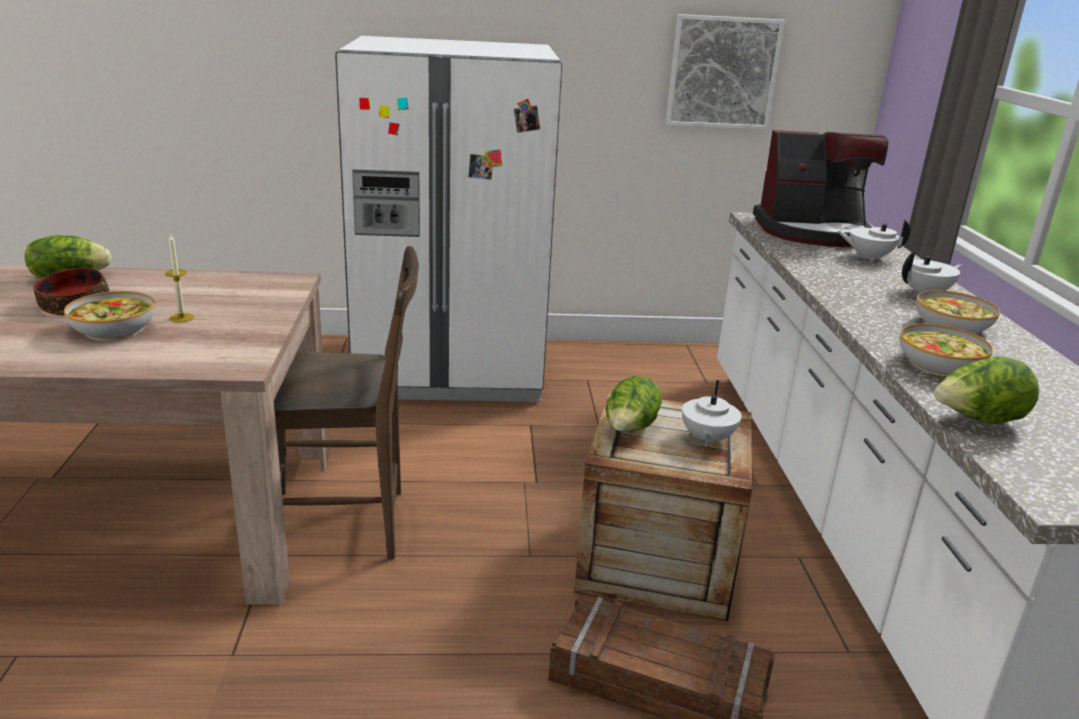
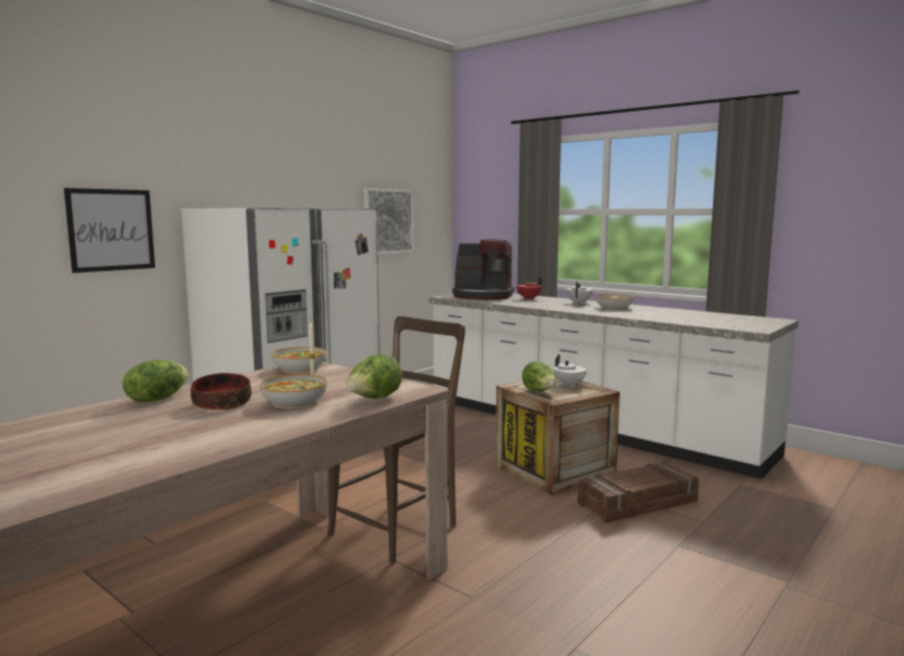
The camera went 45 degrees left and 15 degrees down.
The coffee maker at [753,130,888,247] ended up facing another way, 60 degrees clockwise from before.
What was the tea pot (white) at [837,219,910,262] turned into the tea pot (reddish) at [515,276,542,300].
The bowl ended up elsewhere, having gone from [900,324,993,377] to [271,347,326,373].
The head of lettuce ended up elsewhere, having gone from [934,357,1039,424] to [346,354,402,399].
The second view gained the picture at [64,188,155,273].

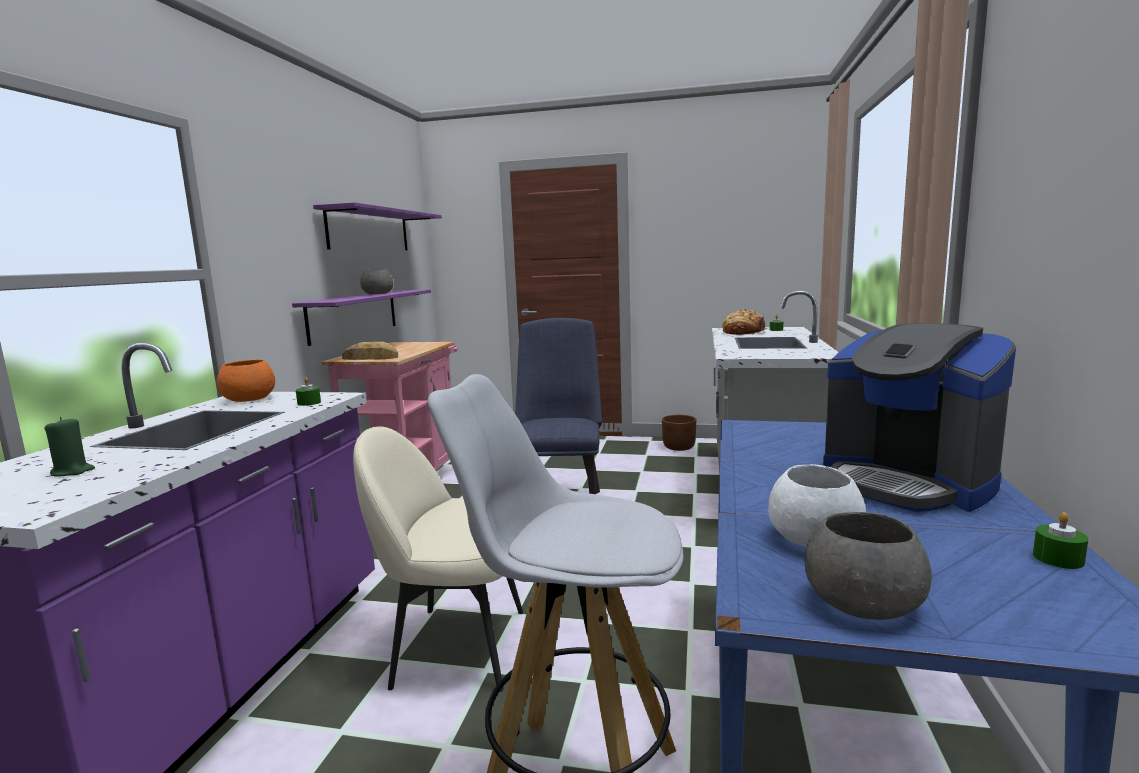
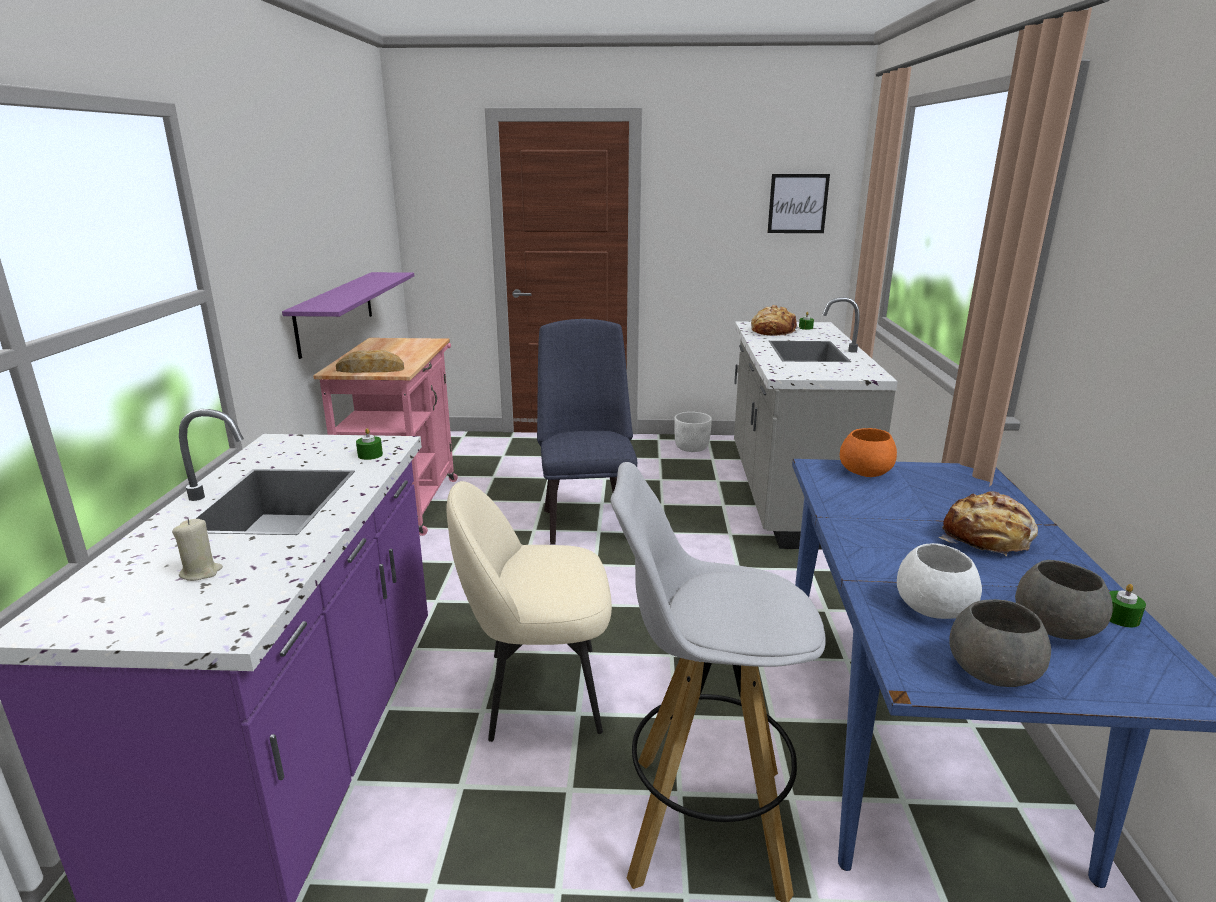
The camera went 10 degrees left and 10 degrees up.
What was the candle (green) at [45,417,95,477] turned into the candle (beige) at [172,519,223,581].
The bowl (orange) ended up elsewhere, having gone from [217,359,275,402] to [840,428,897,477].
The second view lost the wall shelf (purple) at [313,202,442,250].
The bowl (gray) ended up elsewhere, having gone from [360,270,394,294] to [1015,560,1113,640].
What was the plant pot (brown-coloured) at [662,415,696,451] turned into the plant pot (white) at [675,412,712,452].
Where the coffee maker stood at [823,323,1016,512], the bakery bread came to stand at [939,491,1038,556].
The second view gained the picture at [767,174,830,233].

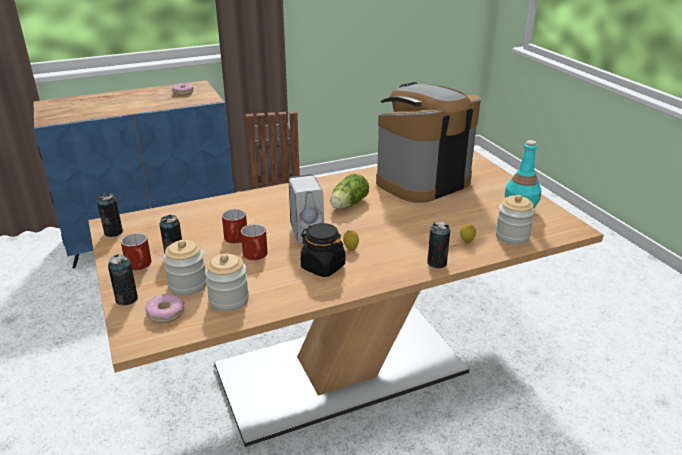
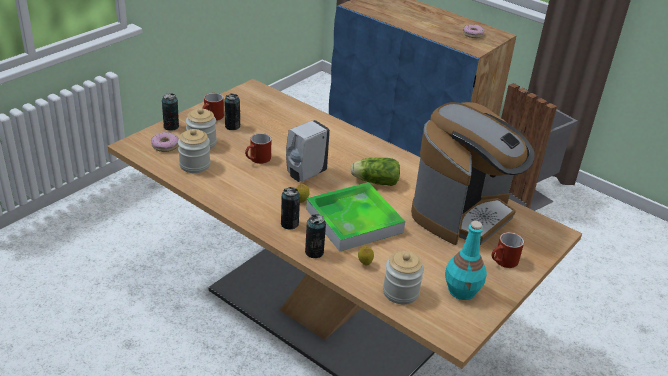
The camera went 60 degrees right and 5 degrees up.
The metal can ended up elsewhere, having gone from [97,193,123,237] to [281,187,300,230].
The coffee mug (reddish) ended up elsewhere, having gone from [222,209,247,243] to [492,232,524,268].
The second view lost the storage jar (black-coloured) at [300,223,345,277].
The coffee maker at [376,82,481,203] ended up facing another way, 105 degrees clockwise from before.
The second view gained the carrying tray at [306,182,405,252].

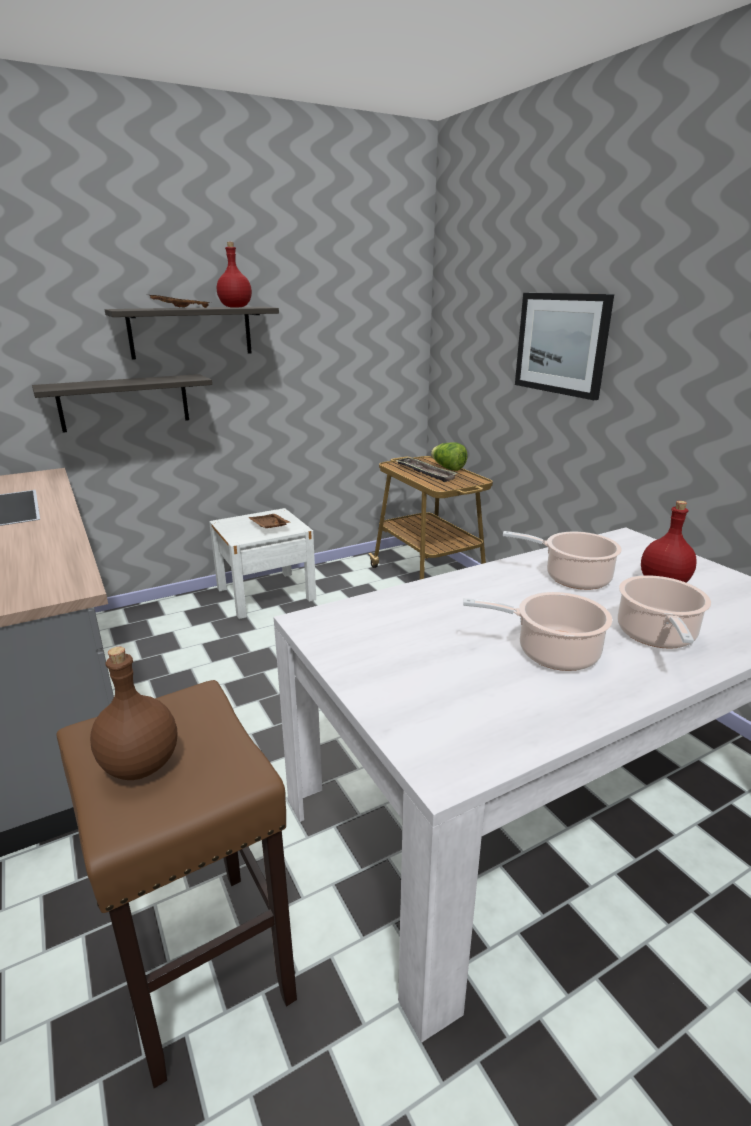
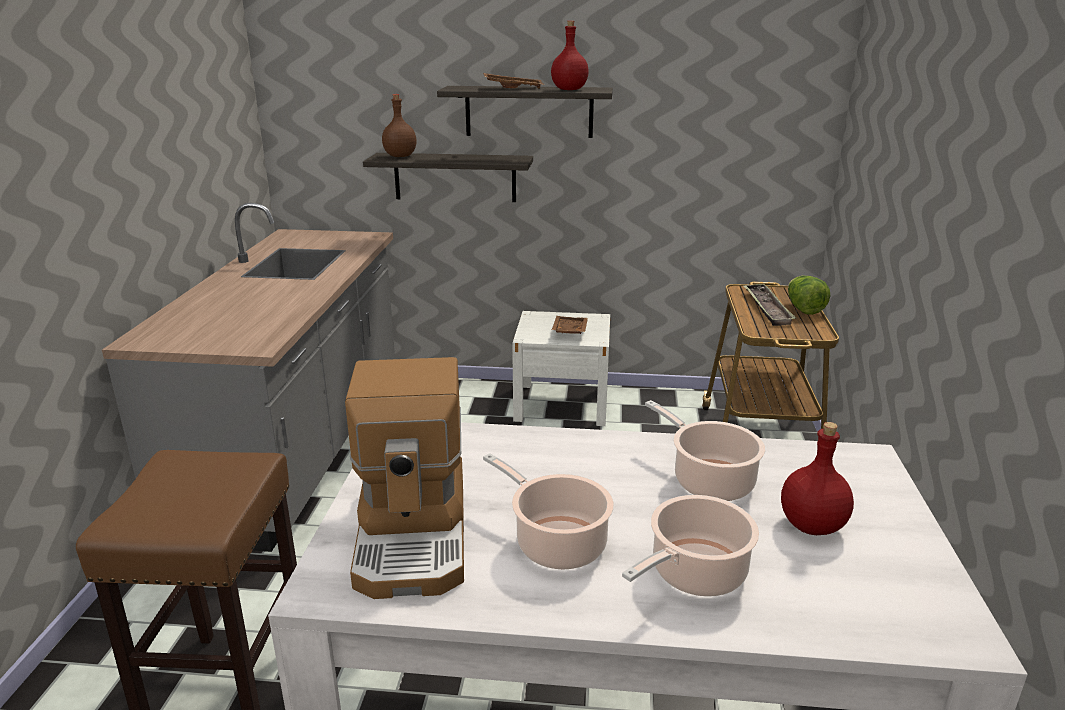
The camera went 35 degrees right and 0 degrees up.
The drink bottle (brown-coloured) ended up elsewhere, having gone from [90,647,177,780] to [382,94,417,157].
The second view lost the picture at [515,293,614,400].
The second view gained the coffee maker at [345,357,464,599].

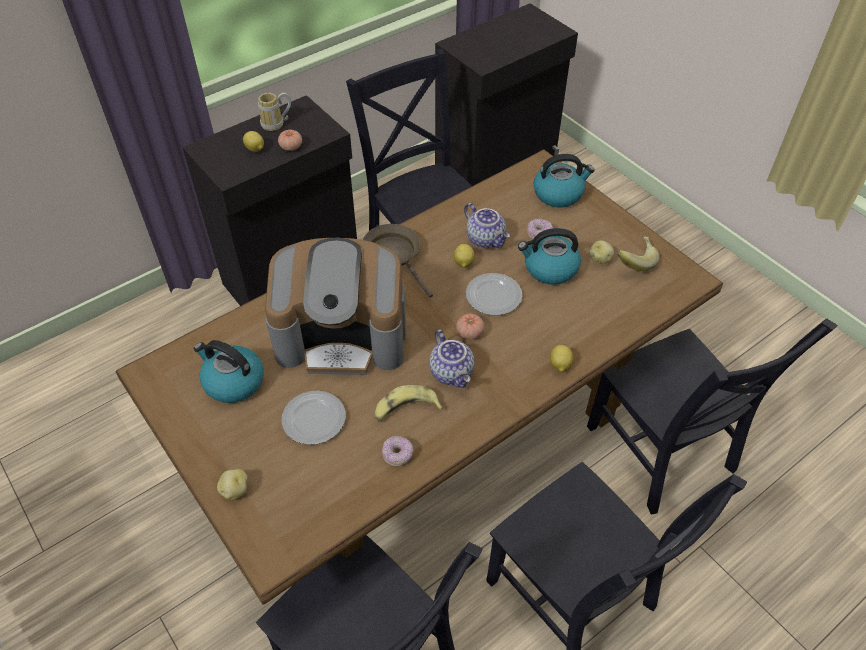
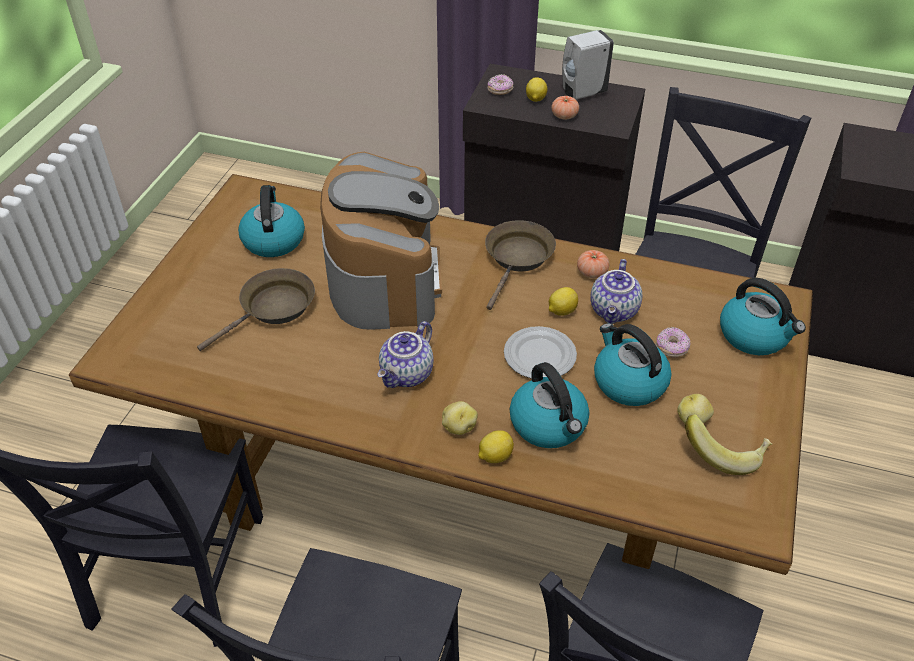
The camera went 55 degrees right and 5 degrees down.
The whole potato ended up elsewhere, having gone from [217,469,248,500] to [442,401,478,435].
Where the coffee mug stood at [258,93,291,131], the soap bottle (white) came to stand at [562,30,614,100].
The coffee maker at [265,237,406,375] ended up facing another way, 150 degrees counterclockwise from before.
Where the dinner plate stood at [282,391,346,445], the frying pan (brown-coloured) came to stand at [197,268,315,351].
The second view lost the banana fruit at [375,385,443,422].
The donut ended up elsewhere, having gone from [382,436,414,466] to [487,74,513,95].
The fresh tomato ended up elsewhere, having gone from [456,314,484,340] to [577,250,609,278].
The second view gained the kettle at [510,362,589,448].

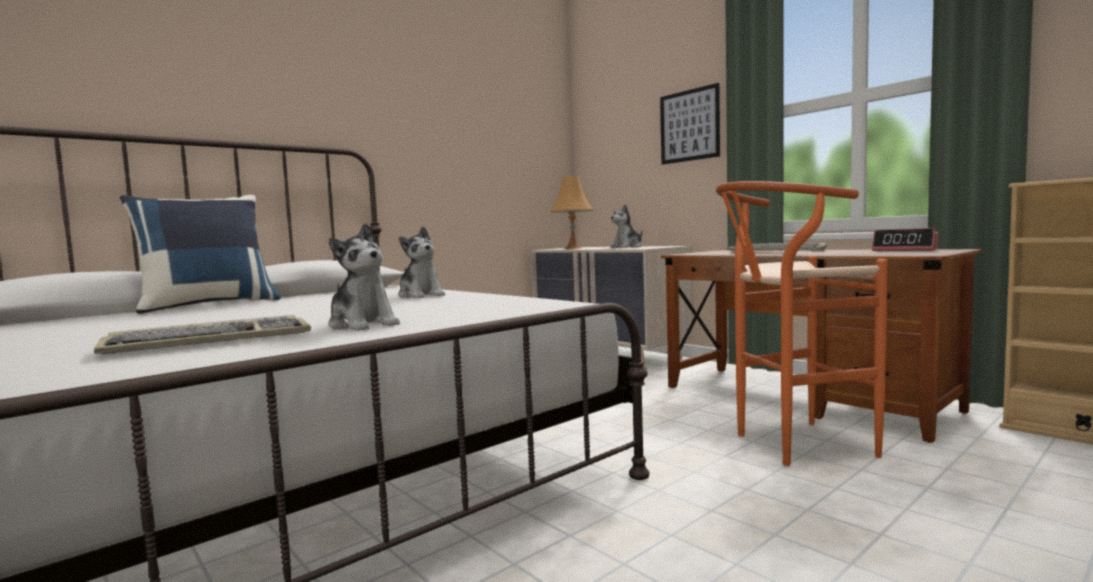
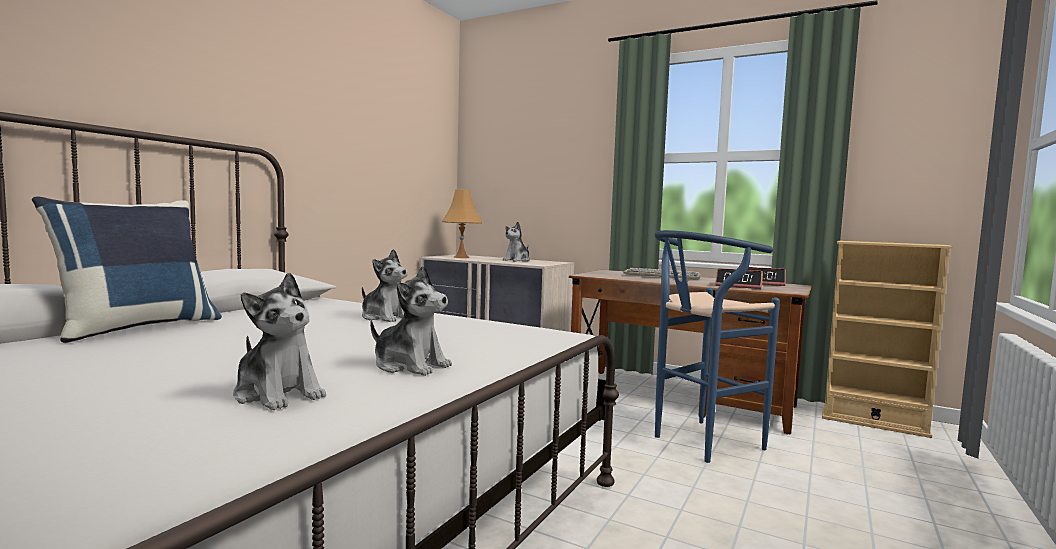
The camera went 20 degrees left and 0 degrees up.
Where the keyboard stood at [94,315,311,354], the plush toy came to stand at [233,273,326,410].
The second view lost the picture at [660,83,720,165].
What was the stool seat (orange) at [716,181,888,466] turned into the stool seat (blue-coloured) at [655,230,780,463].
The second view gained the bedside clock at [715,268,763,289].

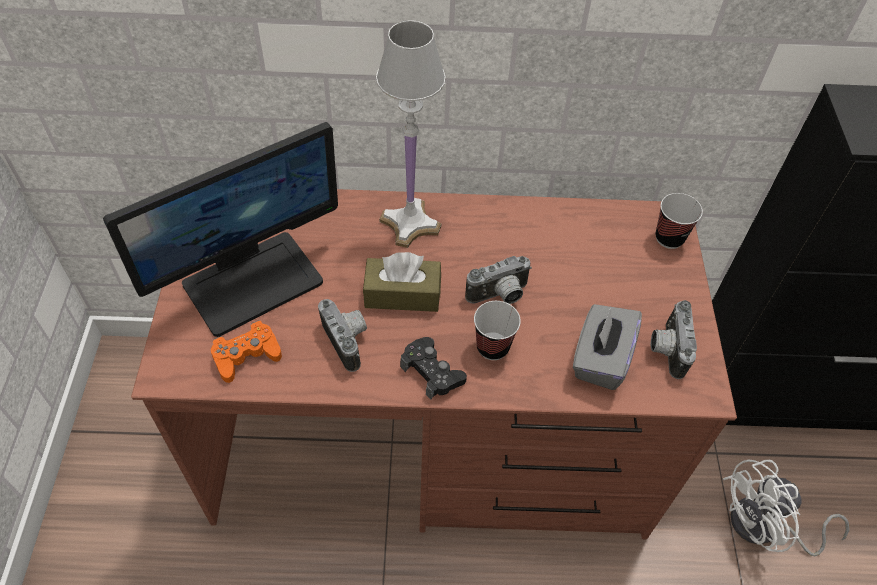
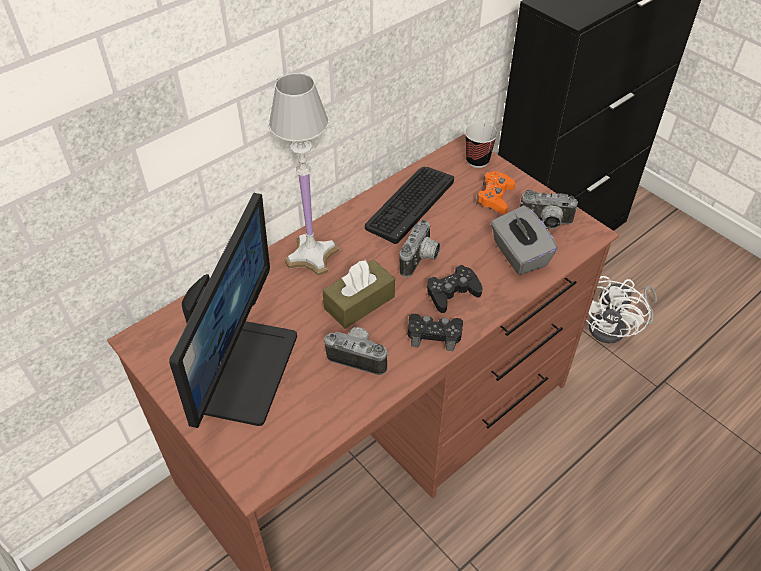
The camera went 40 degrees left and 5 degrees down.
The gamepad (orange) ended up elsewhere, having gone from [211,321,282,383] to [476,171,515,214].
Where the cup stood at [474,301,521,360], the gamepad (black-coloured) came to stand at [427,265,482,313].
The still camera at [651,300,697,379] ended up facing another way, 45 degrees counterclockwise from before.
The second view gained the keyboard at [365,167,454,244].

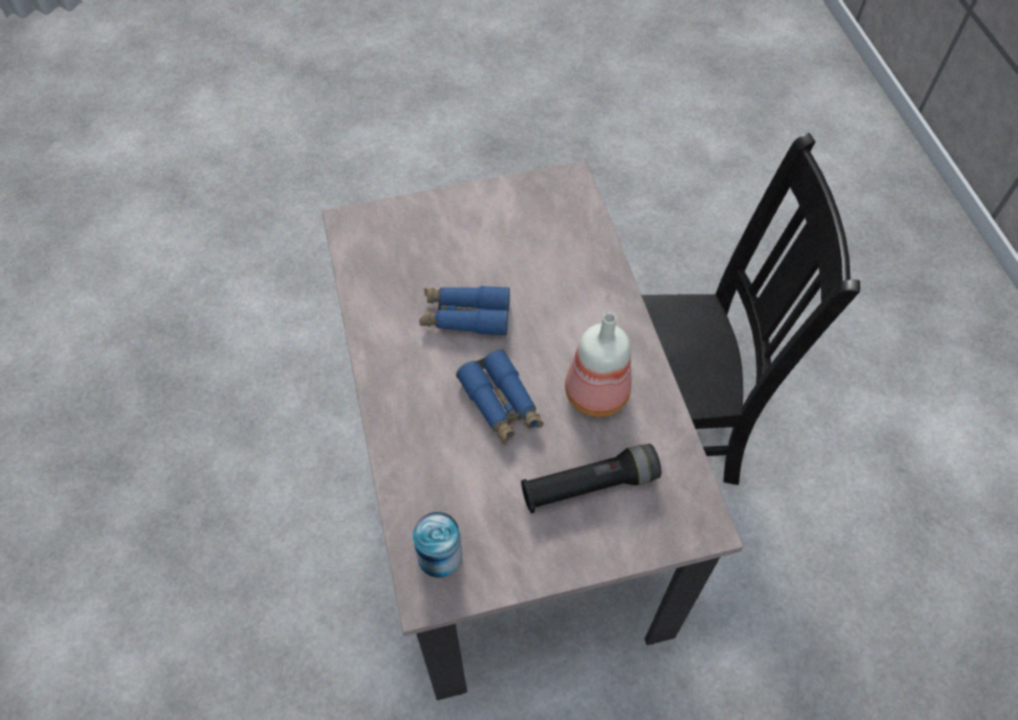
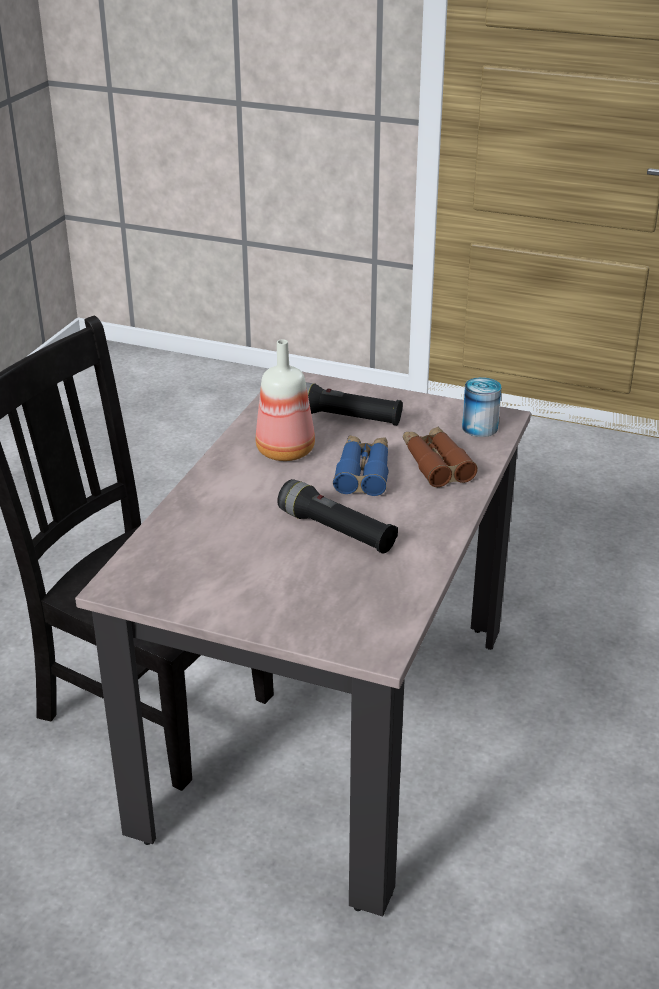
The camera went 145 degrees left and 25 degrees down.
Where the binoculars (blue-coloured) stood at [419,286,510,336], the torch (black-coloured) came to stand at [277,479,398,554].
The second view gained the binoculars (brown-coloured) at [403,426,478,487].

